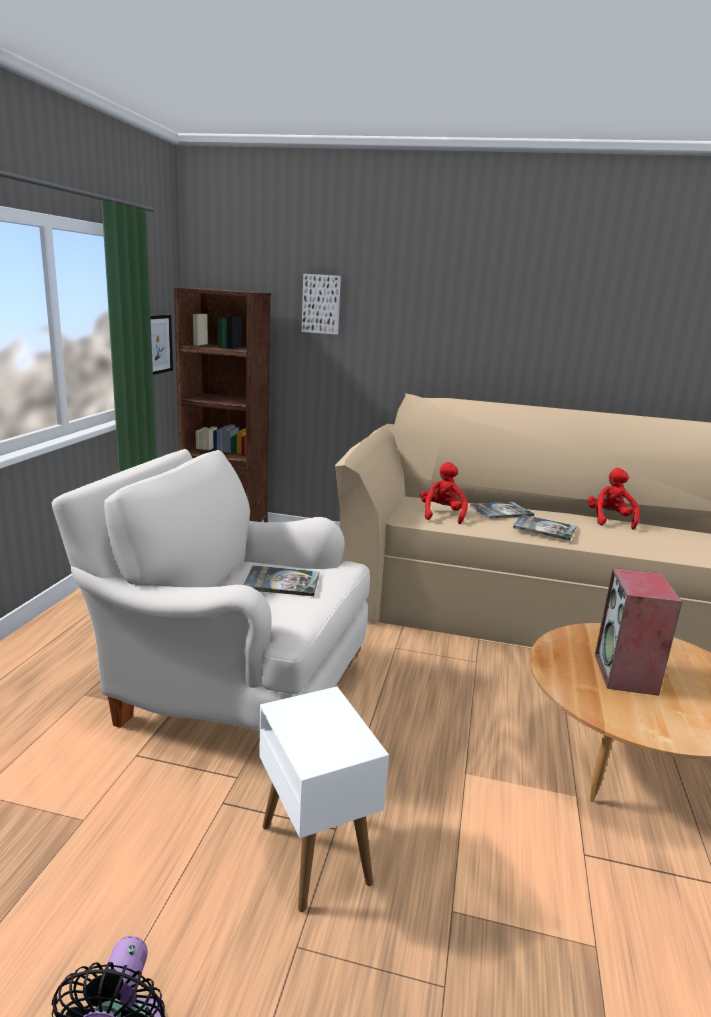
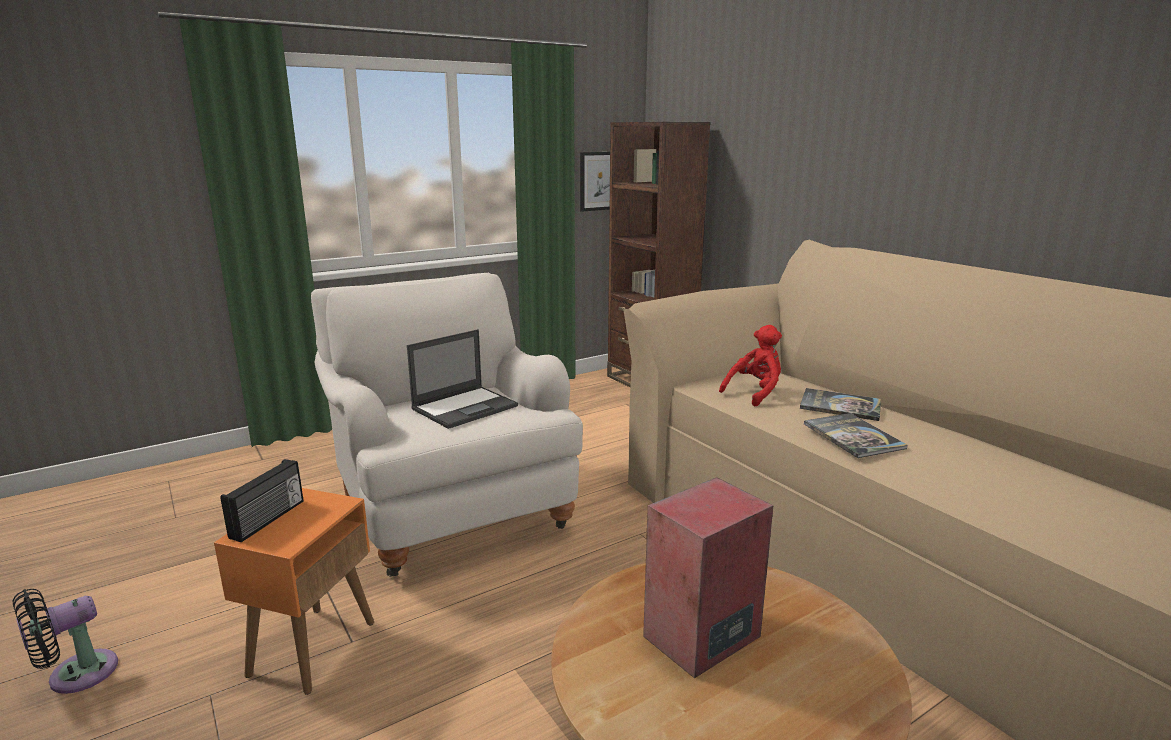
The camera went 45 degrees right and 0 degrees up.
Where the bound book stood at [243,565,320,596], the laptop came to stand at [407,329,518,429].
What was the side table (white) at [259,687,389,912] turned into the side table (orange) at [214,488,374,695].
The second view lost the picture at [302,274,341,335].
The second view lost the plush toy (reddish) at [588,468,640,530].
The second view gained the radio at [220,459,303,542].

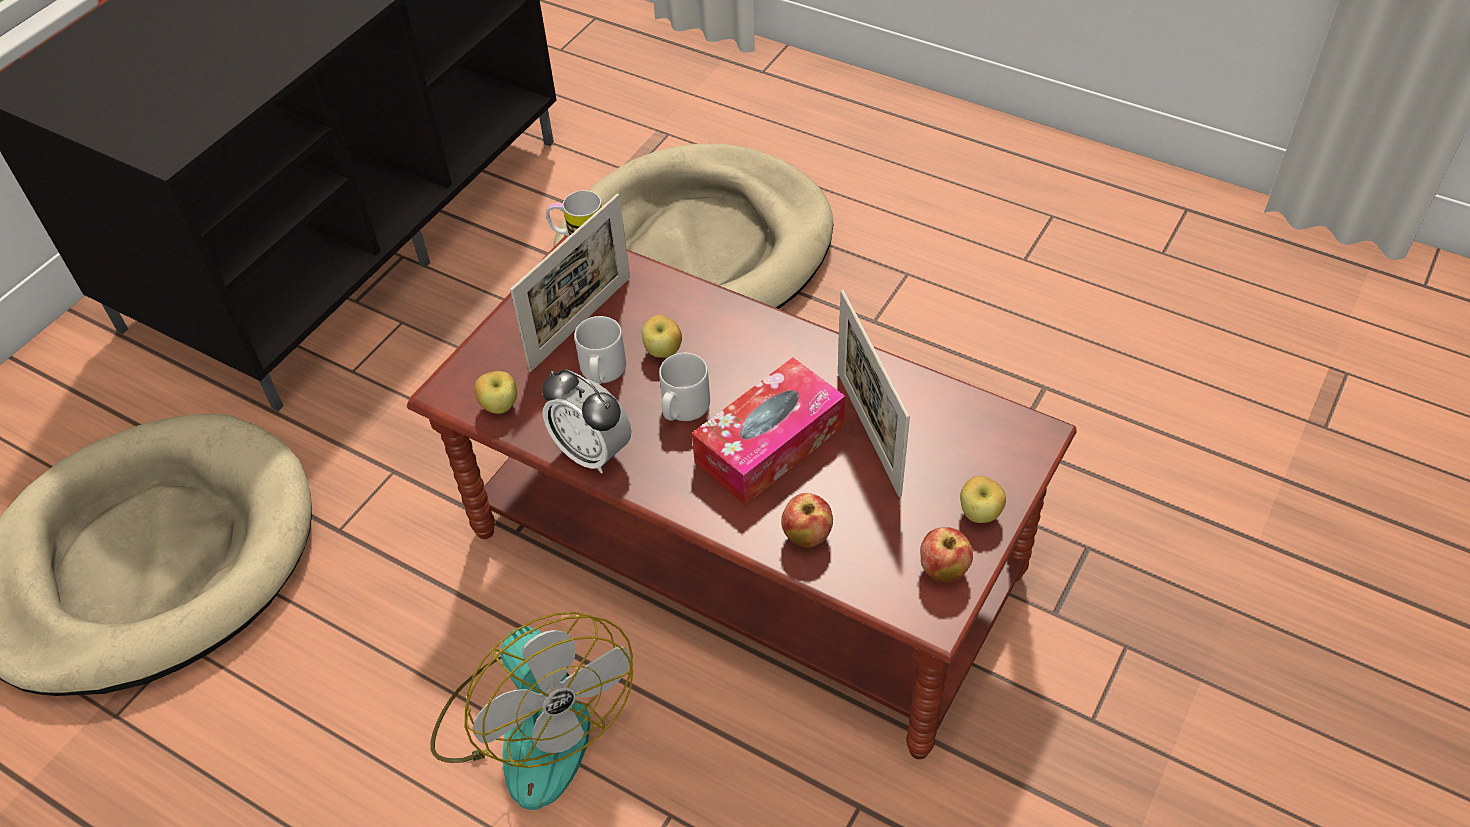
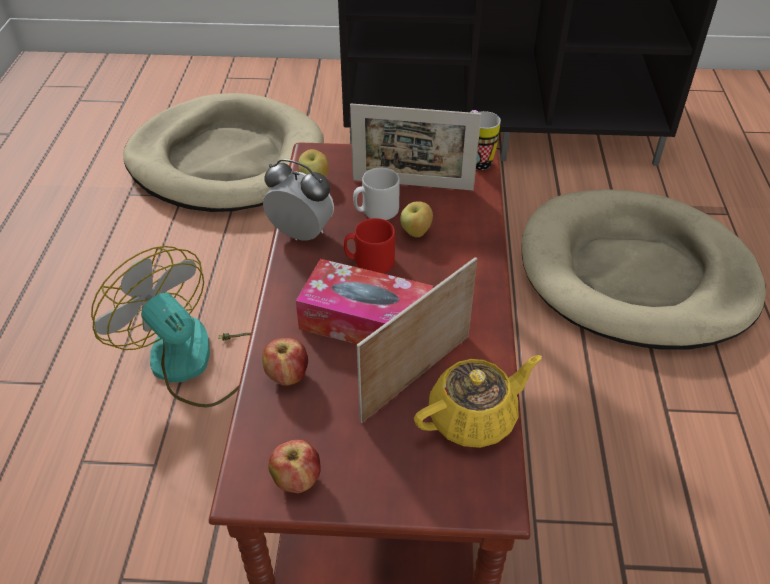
The camera went 60 degrees right and 5 degrees down.
The electric fan at [430,612,633,810] ended up facing another way, 105 degrees clockwise from before.
The bedside clock at [542,369,631,474] ended up facing another way, 105 degrees clockwise from before.
What was the coffee mug (gray) at [659,353,710,421] turned into the coffee mug (reddish) at [344,218,395,274].
The second view lost the apple fruit at [960,476,1006,523].
The second view gained the tea pot (yellowish) at [414,355,542,448].

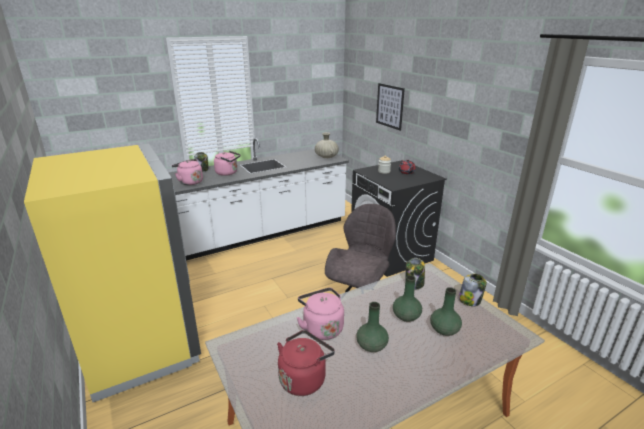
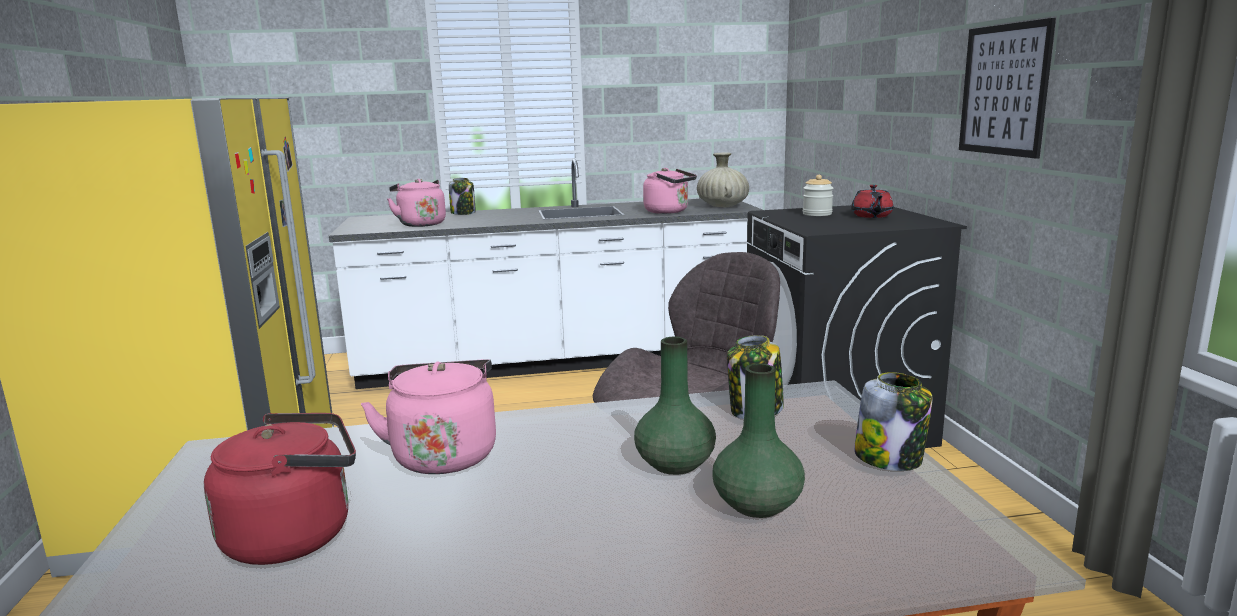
The camera went 20 degrees right and 10 degrees down.
The kettle (pinkish) ended up elsewhere, having gone from [214,151,240,176] to [643,168,697,214].
The second view lost the flower vase (green) at [356,302,389,352].
The picture ended up elsewhere, having gone from [376,83,405,131] to [959,18,1056,159].

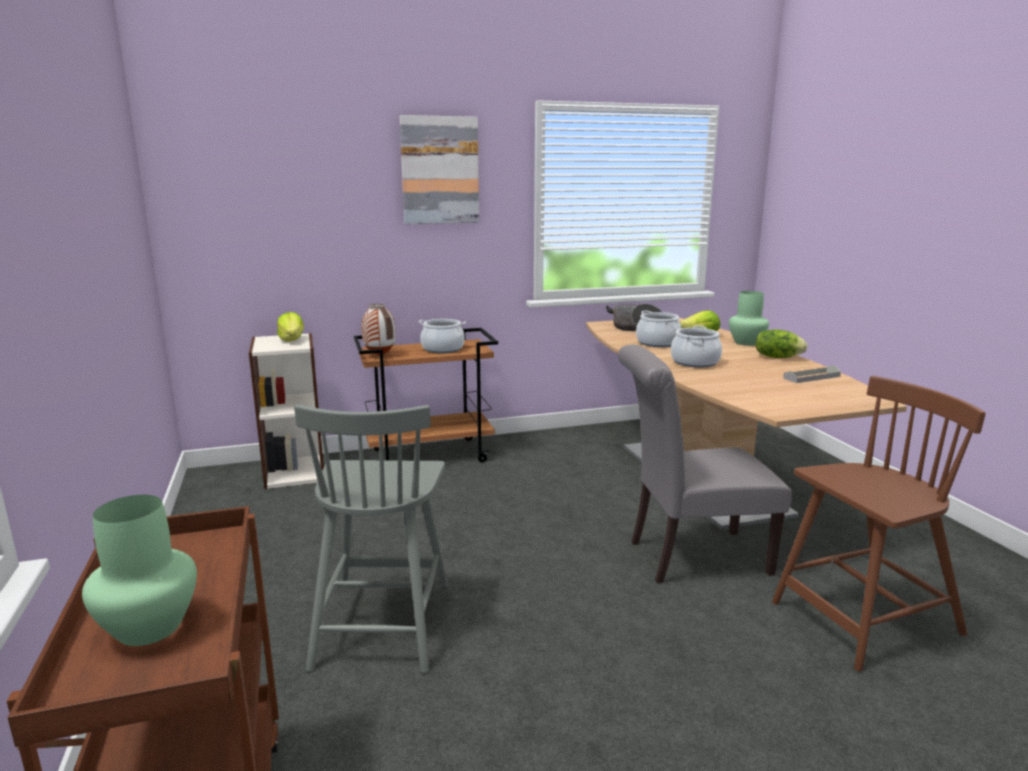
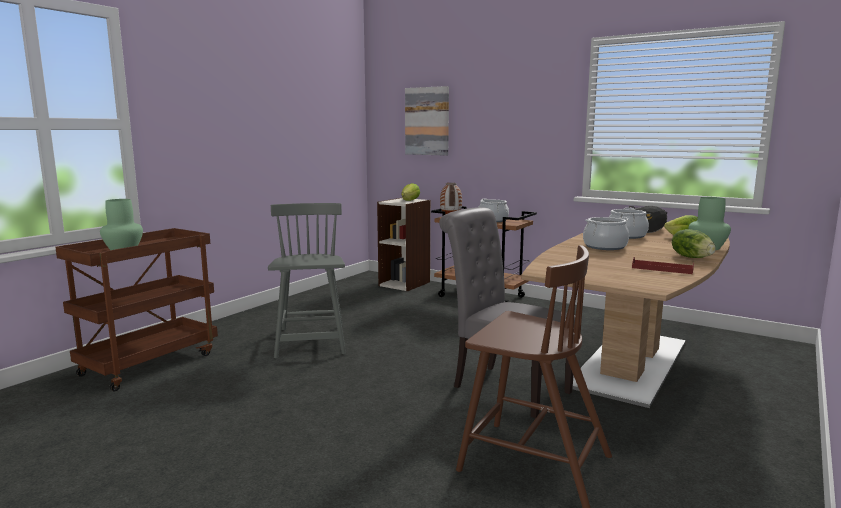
The camera went 50 degrees right and 5 degrees down.
The plain chair (gray) at [294,404,448,673] ended up facing another way, 120 degrees clockwise from before.
The picture ended up elsewhere, having gone from [399,115,479,224] to [405,86,449,156].
What was the carrying tray (gray) at [783,365,841,383] turned into the carrying tray (reddish) at [632,257,694,274].

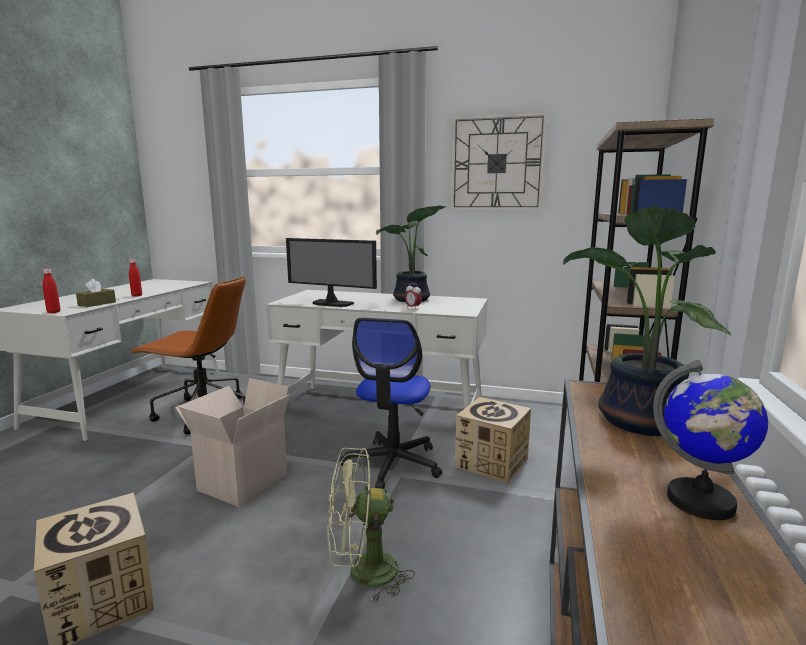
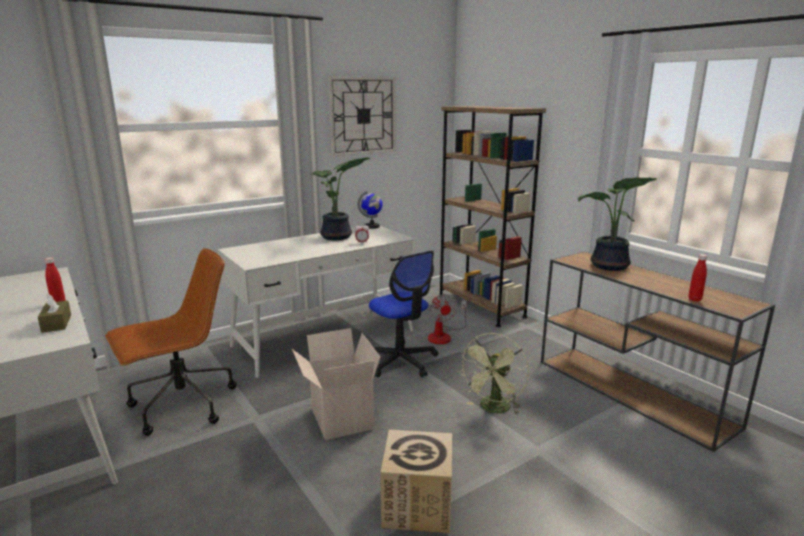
The camera went 50 degrees left and 5 degrees up.
The drink bottle (reddish) ended up elsewhere, having gone from [43,269,60,313] to [688,254,707,302].
The second view lost the computer display at [286,238,377,307].
Where the packing box stood at [455,397,531,483], the electric fan came to stand at [428,294,467,344].
The desk globe ended up elsewhere, having gone from [653,360,768,520] to [358,191,383,229].

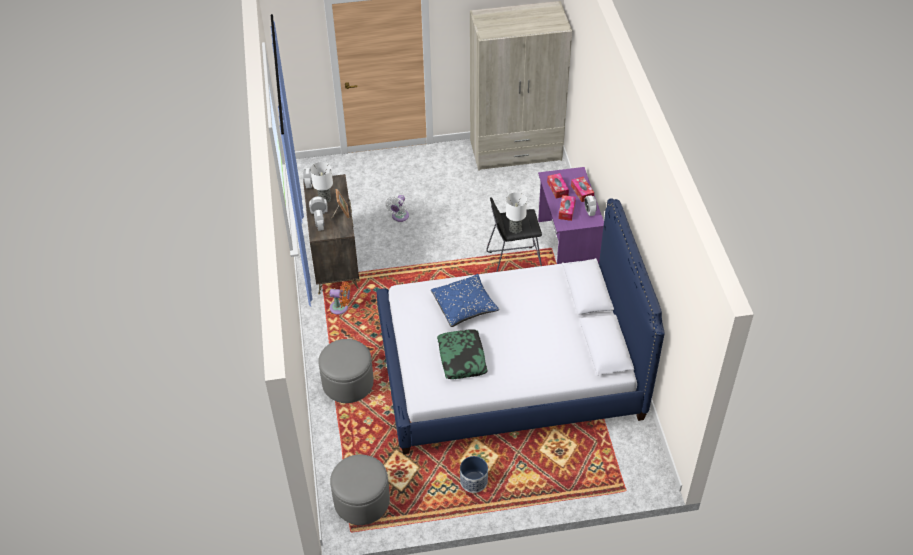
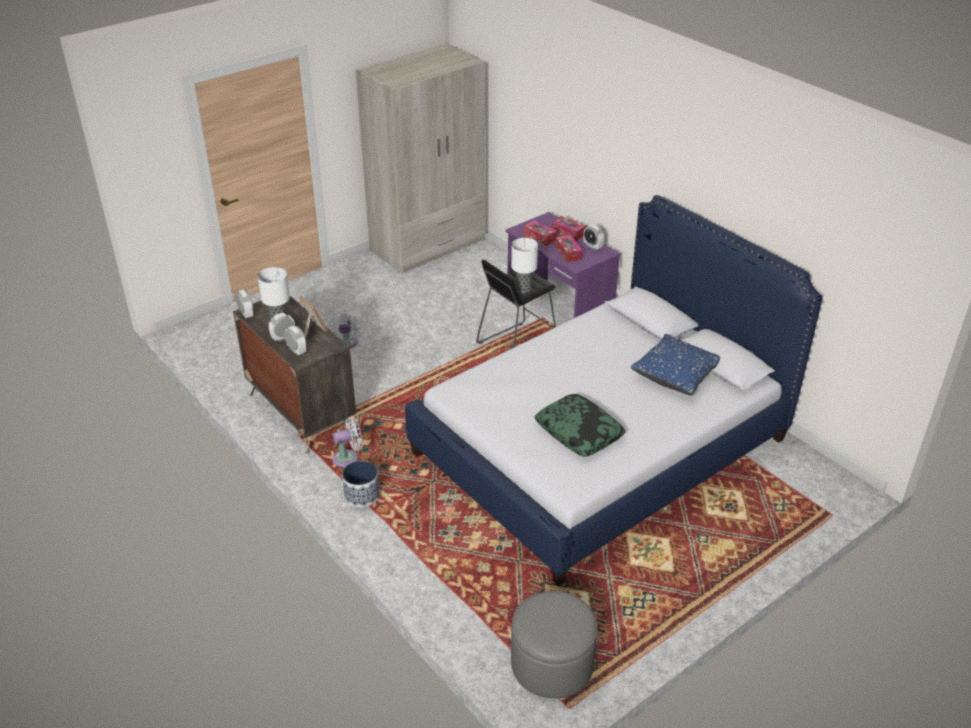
The camera went 30 degrees left and 10 degrees down.
The second view lost the footrest (gray) at [318,339,374,403].
What was the electric fan (orange) at [330,282,350,315] turned into the electric fan (white) at [333,417,363,467].
The pillow (blue-coloured) ended up elsewhere, having gone from [431,274,499,327] to [631,334,720,395].
The plant pot ended up elsewhere, having gone from [460,456,488,493] to [342,461,380,507].

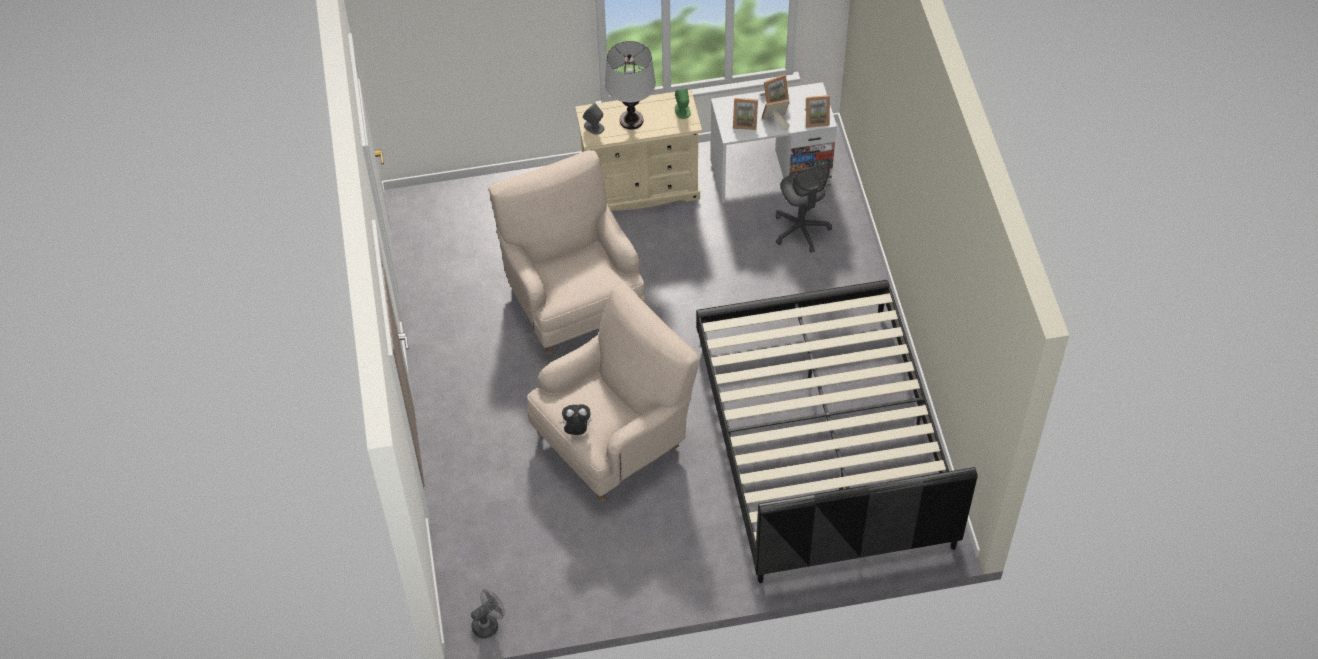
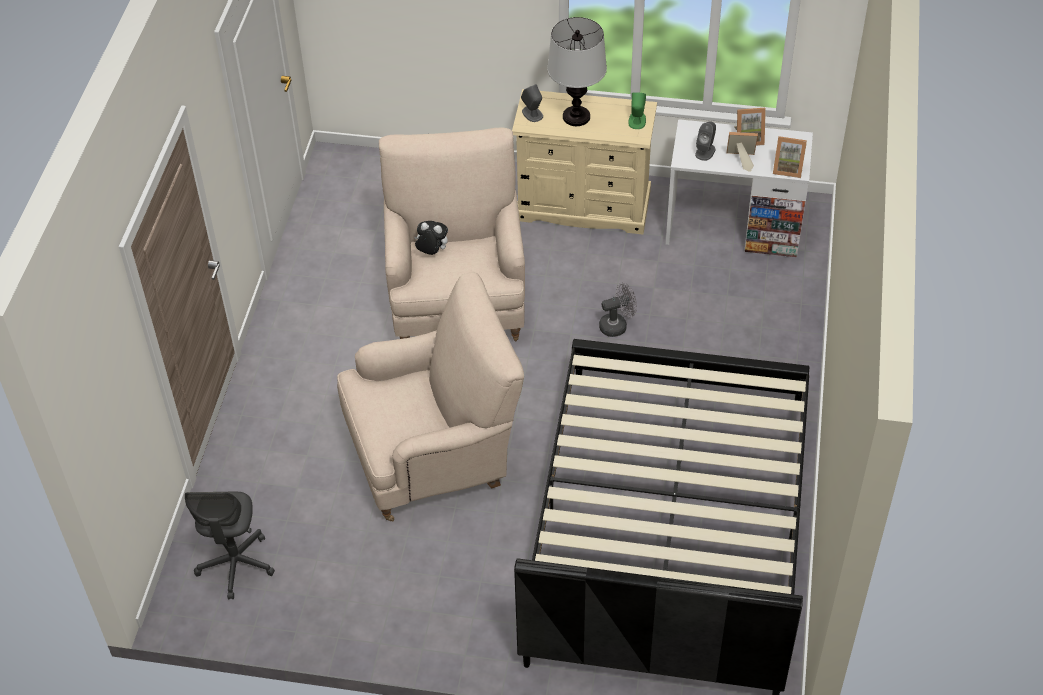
The camera went 20 degrees right and 5 degrees down.
The electric fan (gray) ended up elsewhere, having gone from [471,589,505,639] to [599,282,637,337].
The plush toy ended up elsewhere, having gone from [559,404,591,435] to [414,221,448,255].
Where the standing frame stood at [733,98,758,130], the audio speaker (gray) came to stand at [695,121,716,161].
The computer chair (gray) ended up elsewhere, having gone from [776,162,832,253] to [185,492,275,599].

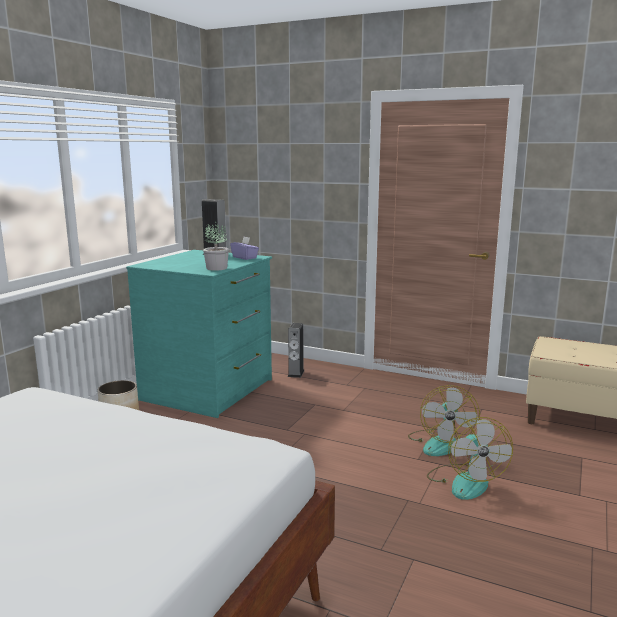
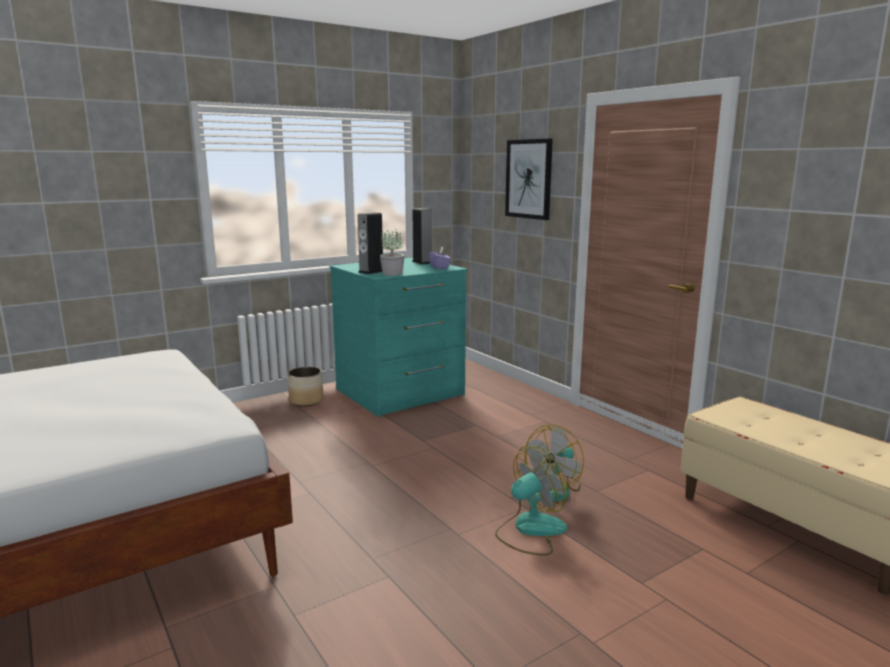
The camera went 30 degrees right and 0 degrees up.
The audio speaker ended up elsewhere, having gone from [288,323,304,378] to [358,212,383,274].
The electric fan at [427,417,513,500] ended up facing another way, 150 degrees counterclockwise from before.
The second view gained the picture at [505,139,553,220].

